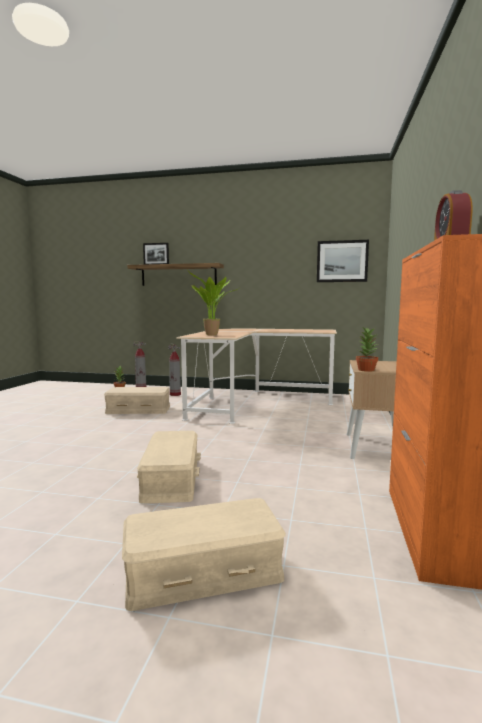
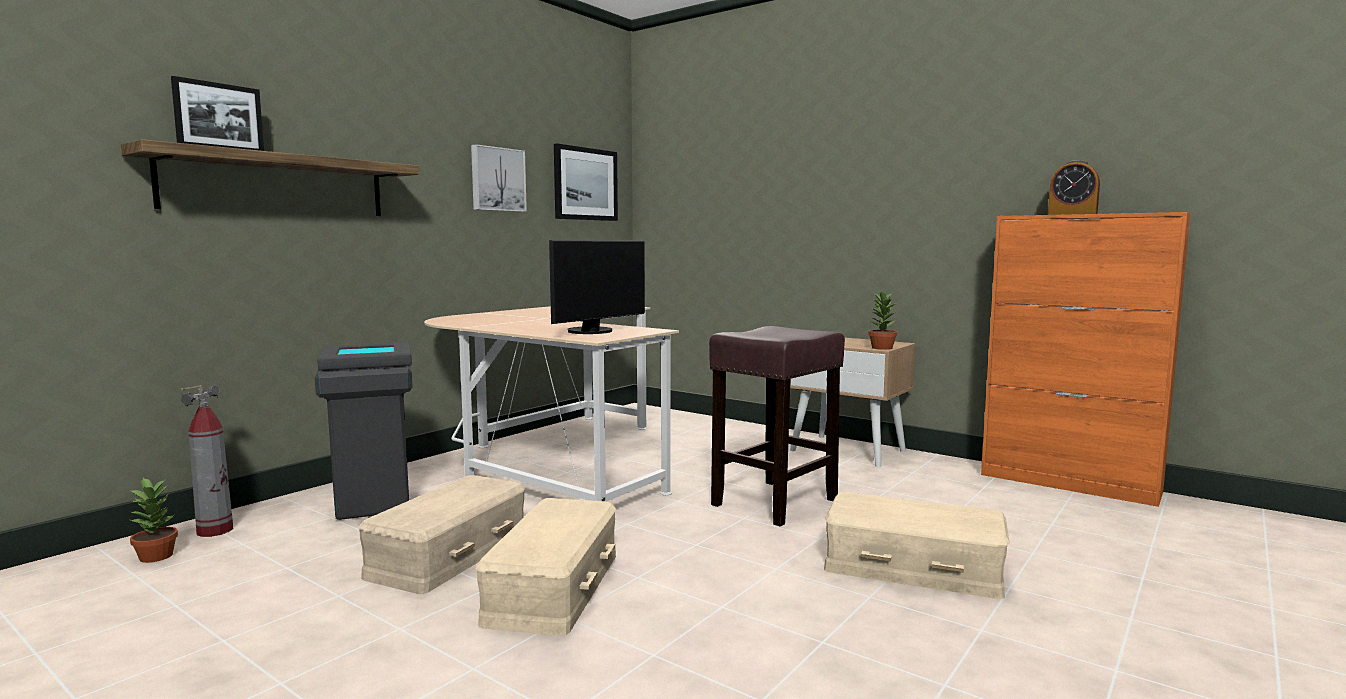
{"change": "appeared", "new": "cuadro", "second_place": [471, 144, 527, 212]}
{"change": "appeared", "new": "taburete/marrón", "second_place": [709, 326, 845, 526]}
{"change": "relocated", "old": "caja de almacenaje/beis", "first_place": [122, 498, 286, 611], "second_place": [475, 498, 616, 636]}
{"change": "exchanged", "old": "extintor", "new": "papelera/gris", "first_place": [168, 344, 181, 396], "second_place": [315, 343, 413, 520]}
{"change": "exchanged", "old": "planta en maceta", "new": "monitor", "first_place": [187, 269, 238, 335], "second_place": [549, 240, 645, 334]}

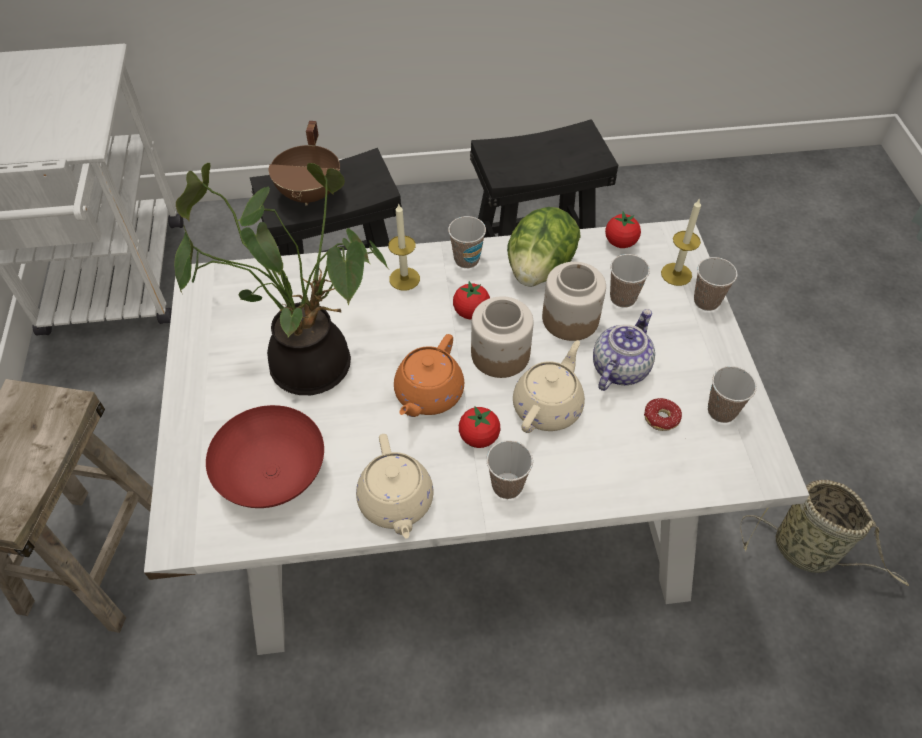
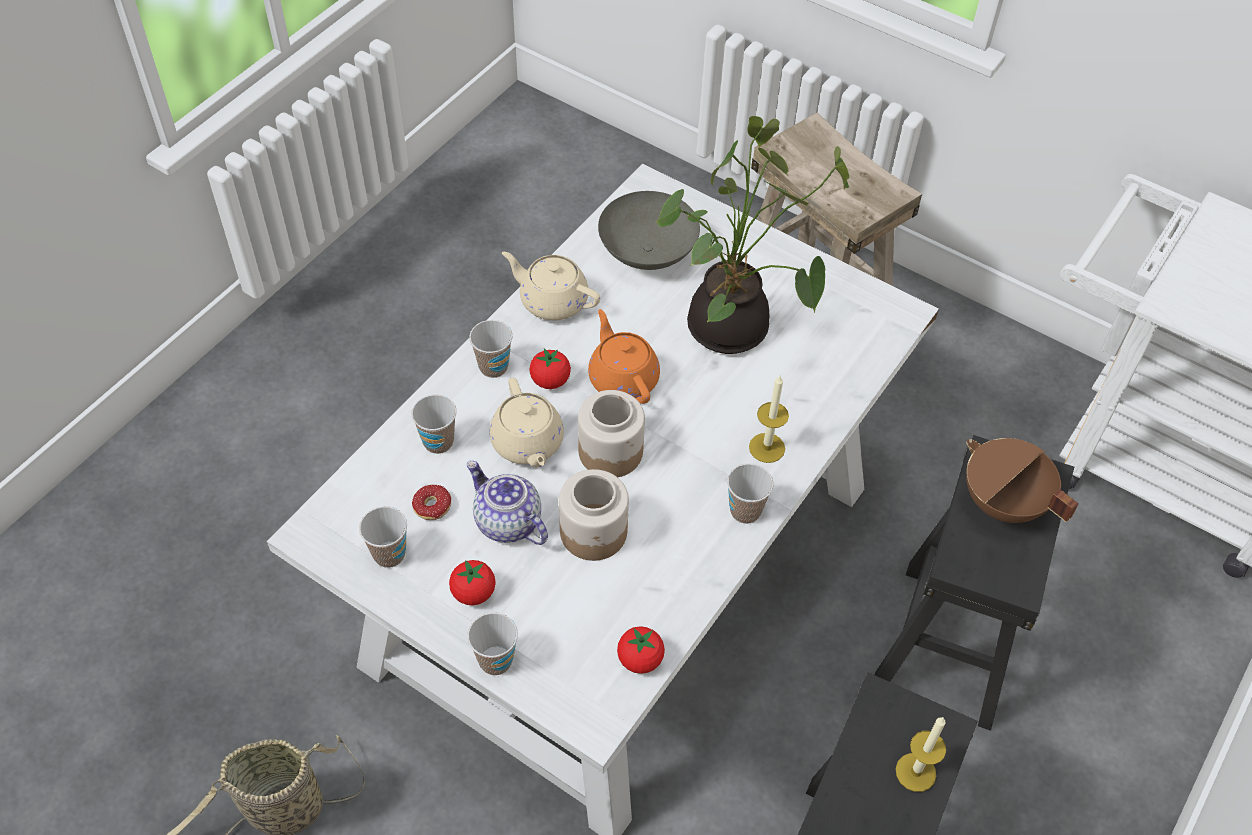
{"change": "missing", "old": "lechuga", "first_place": [507, 207, 581, 287]}
{"change": "relocated", "old": "tomate", "first_place": [453, 281, 490, 319], "second_place": [449, 560, 496, 606]}
{"change": "relocated", "old": "taza", "first_place": [610, 254, 650, 308], "second_place": [411, 394, 457, 454]}
{"change": "relocated", "old": "vela", "first_place": [661, 198, 701, 286], "second_place": [896, 717, 946, 792]}
{"change": "colour", "old": "cuenco/rojo", "new": "cuenco/gris", "first_place": [206, 405, 324, 508], "second_place": [598, 191, 700, 270]}
{"change": "spun", "old": "tetera", "first_place": [593, 309, 655, 391], "second_place": [467, 461, 548, 545], "degrees": 150}

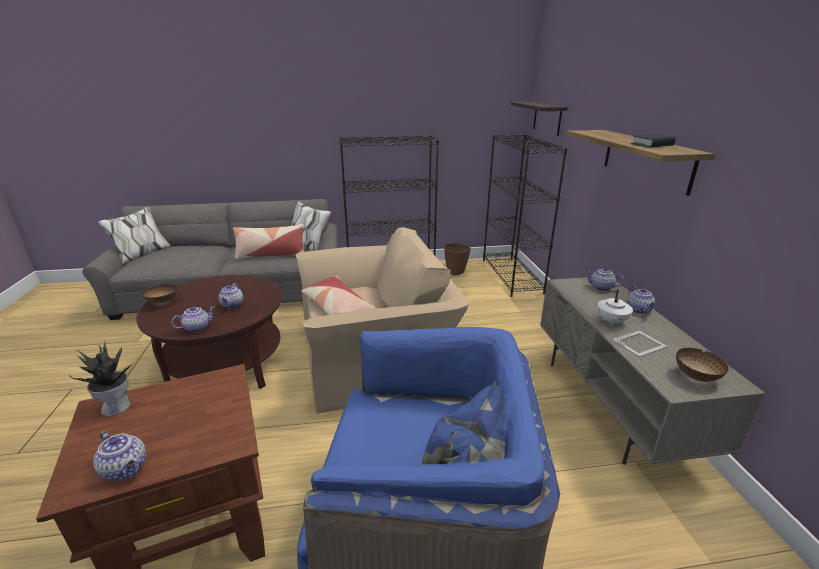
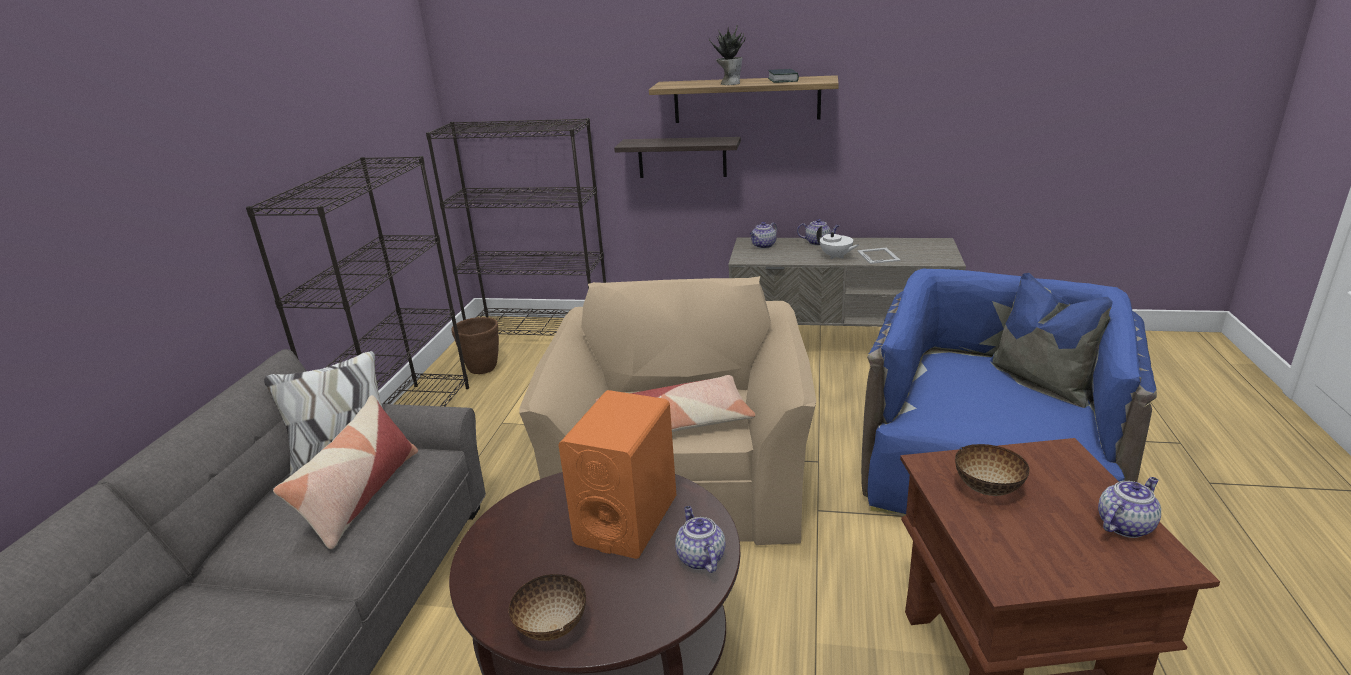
{"change": "relocated", "old": "planta en maceta", "first_place": [69, 340, 134, 416], "second_place": [709, 25, 746, 85]}
{"change": "relocated", "old": "estante", "first_place": [511, 102, 568, 136], "second_place": [614, 137, 741, 178]}
{"change": "relocated", "old": "cuenco", "first_place": [676, 348, 729, 382], "second_place": [955, 444, 1030, 496]}
{"change": "exchanged", "old": "tetera", "new": "altavoz/naranja", "first_place": [218, 283, 243, 309], "second_place": [559, 390, 676, 559]}

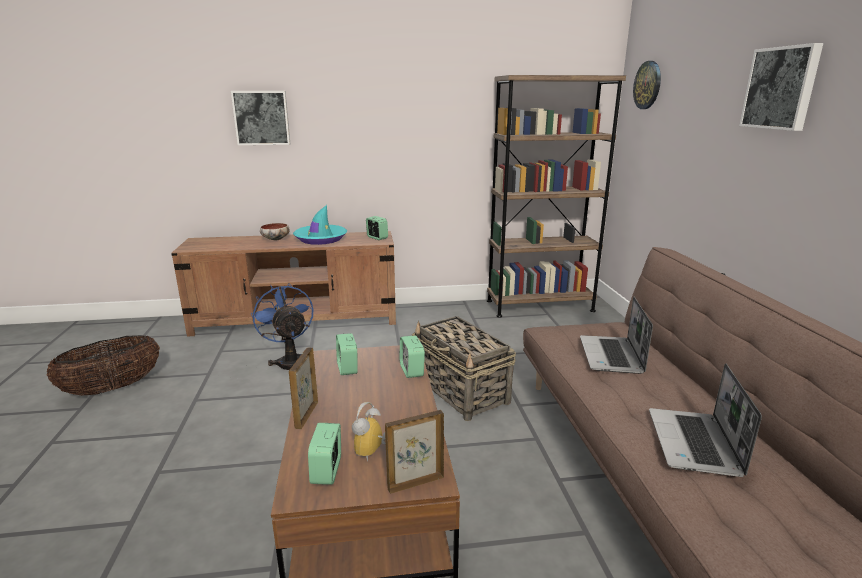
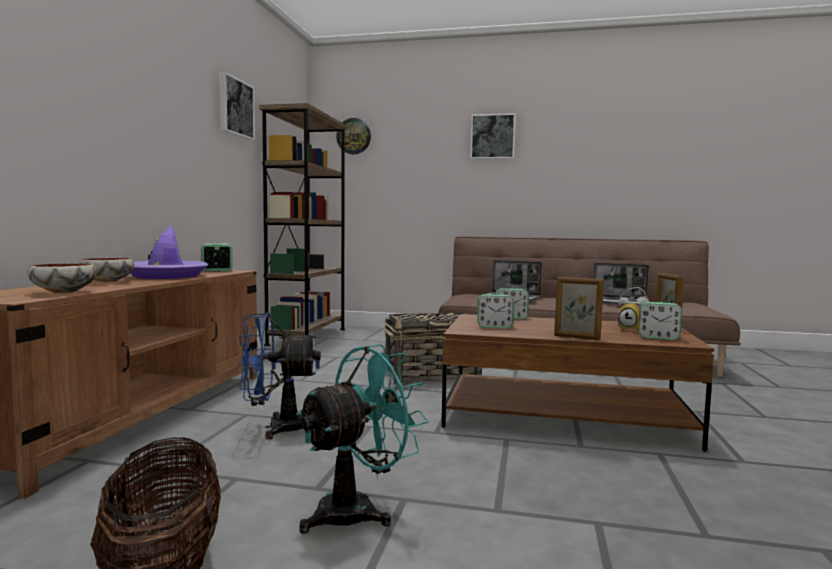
{"change": "appeared", "new": "cuenco", "second_place": [28, 263, 97, 293]}
{"change": "appeared", "new": "ventilador/turquesa", "second_place": [296, 344, 429, 534]}
{"change": "relocated", "old": "cuadro", "first_place": [231, 91, 290, 145], "second_place": [219, 72, 255, 140]}
{"change": "colour", "old": "sombrero/turquesa", "new": "sombrero/morado", "first_place": [293, 205, 347, 245], "second_place": [130, 225, 208, 279]}

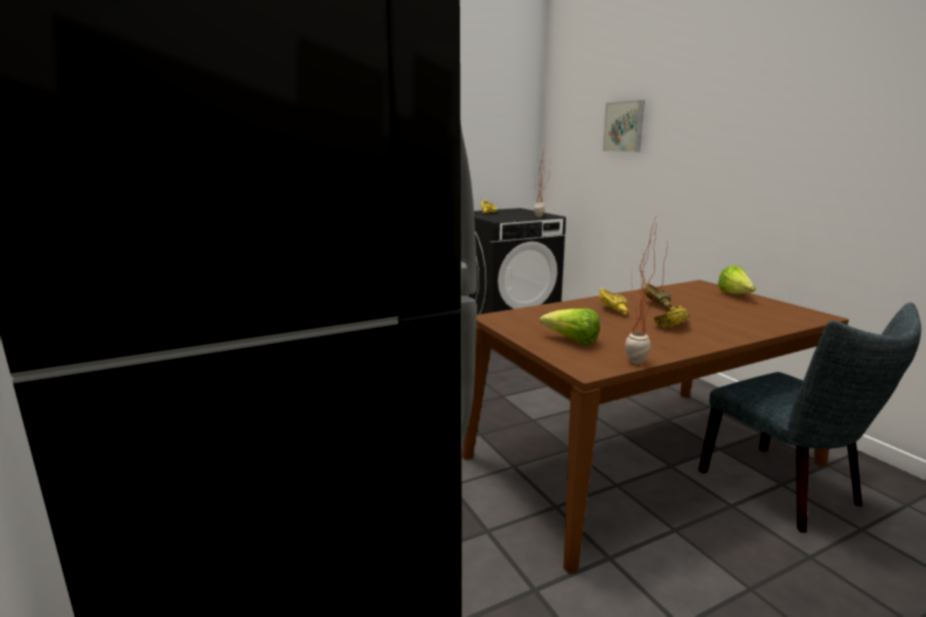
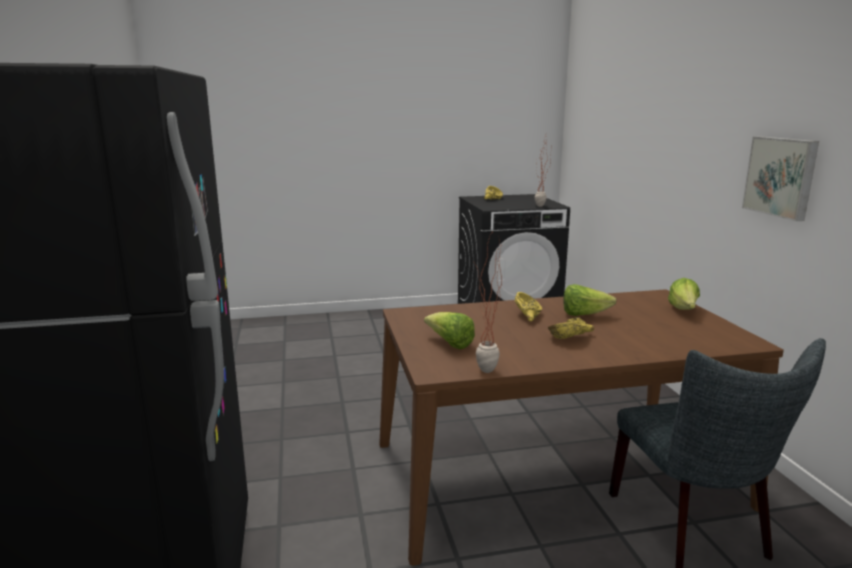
{"change": "relocated", "old": "cuadro", "first_place": [603, 100, 645, 152], "second_place": [742, 136, 819, 221]}
{"change": "exchanged", "old": "cuenco/marrón", "new": "lechuga", "first_place": [645, 283, 672, 309], "second_place": [563, 284, 617, 316]}

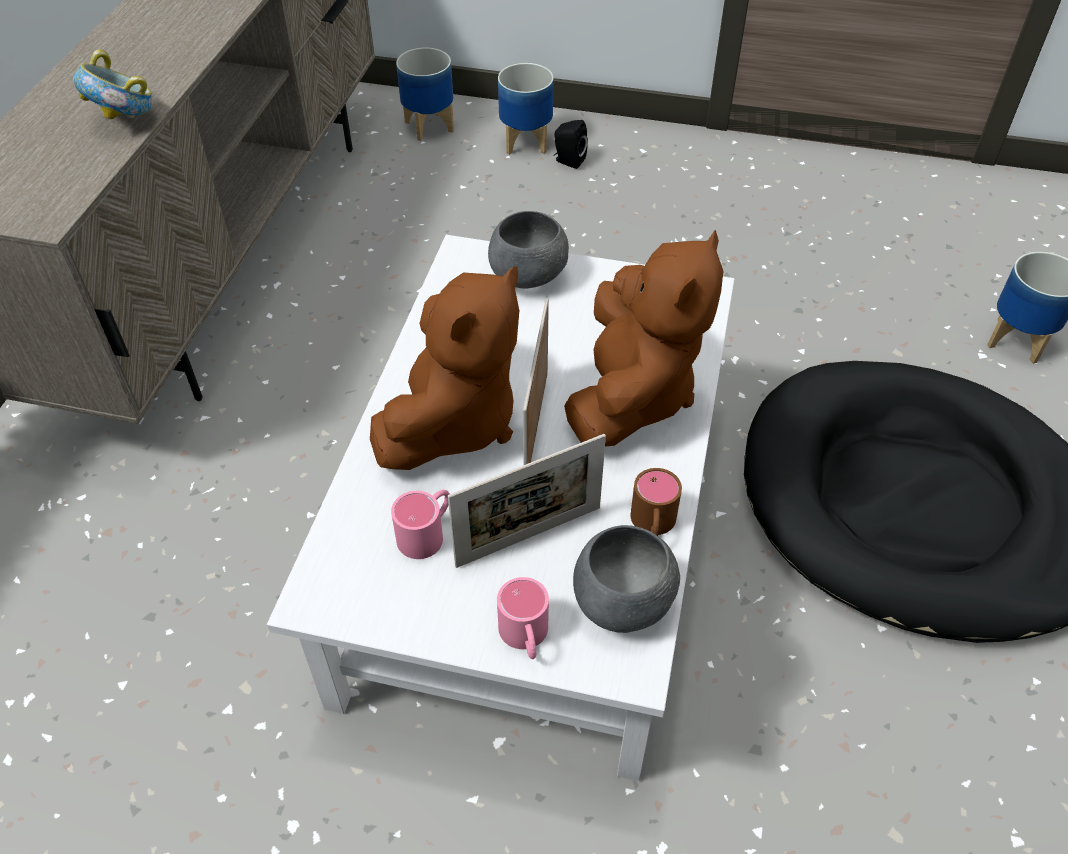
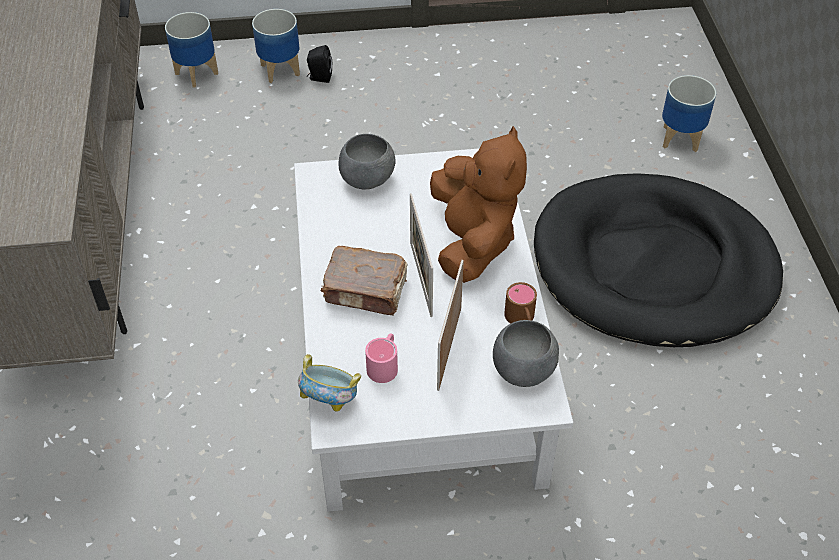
{"change": "missing", "old": "taza grande/rosa", "first_place": [497, 577, 549, 659]}
{"change": "relocated", "old": "cuenco", "first_place": [73, 49, 152, 119], "second_place": [298, 354, 361, 412]}
{"change": "exchanged", "old": "peluche/marrón", "new": "libro/marrón", "first_place": [370, 266, 519, 470], "second_place": [321, 245, 408, 316]}
{"change": "spun", "old": "portarretratos", "first_place": [448, 434, 606, 568], "second_place": [437, 260, 464, 391], "degrees": 150}

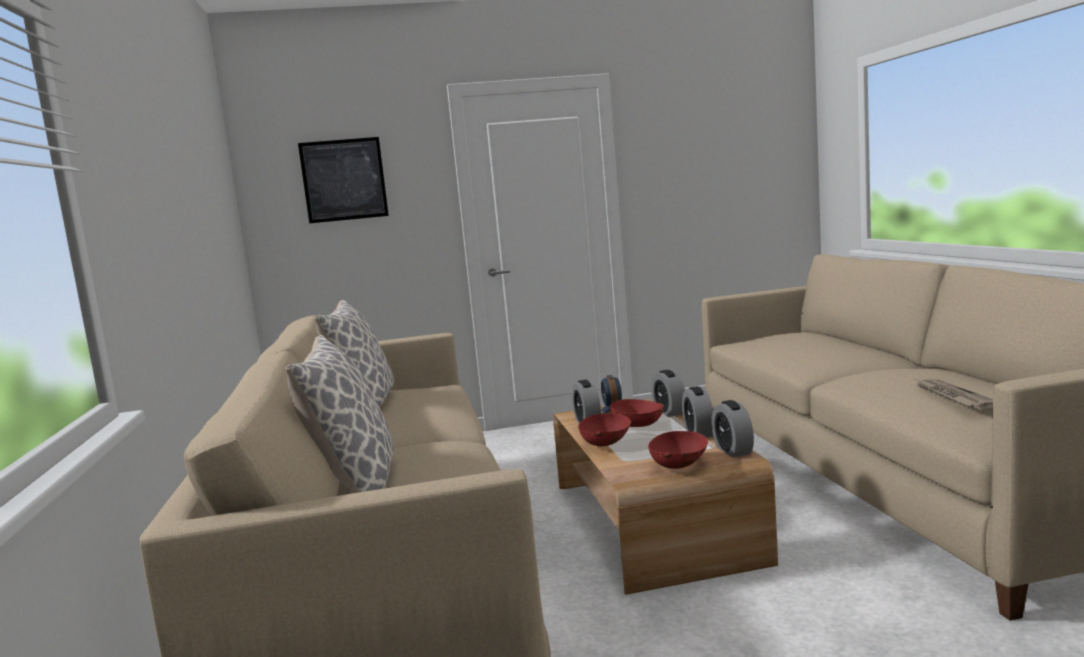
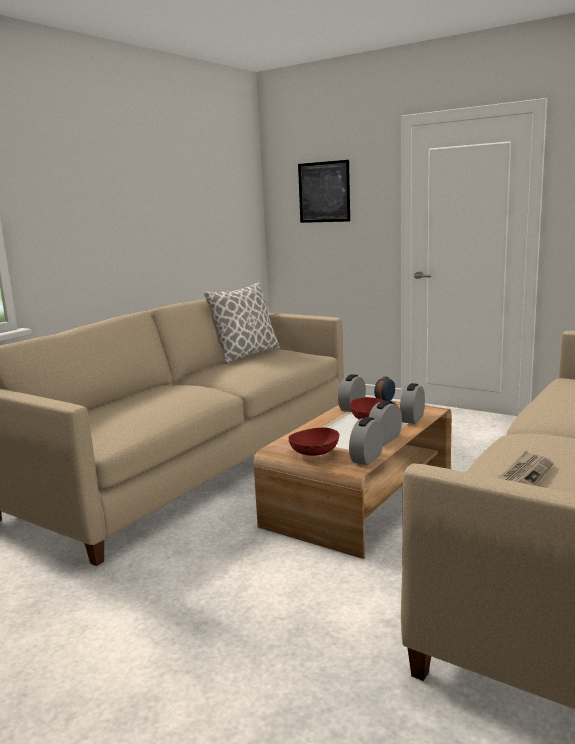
{"change": "missing", "old": "cojín", "first_place": [285, 335, 393, 493]}
{"change": "missing", "old": "cuenco/rojo", "first_place": [578, 413, 631, 446]}

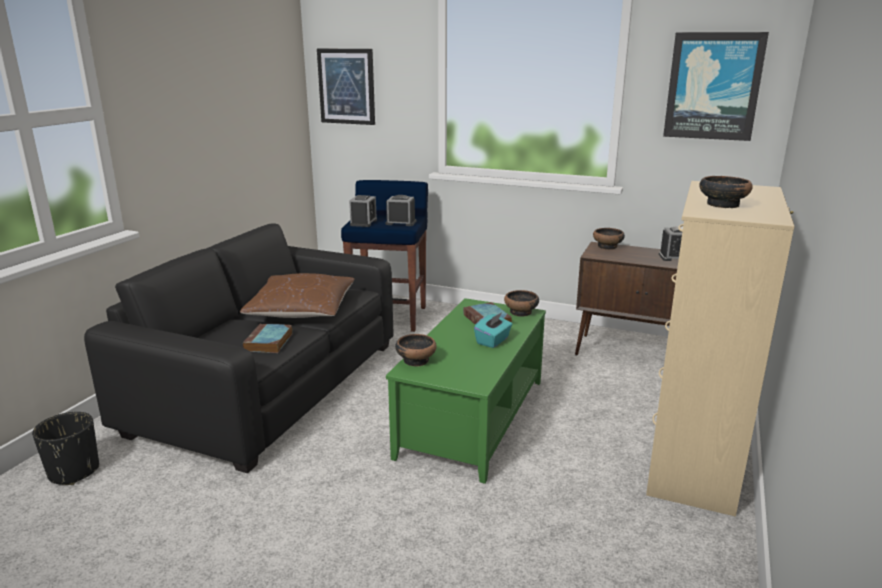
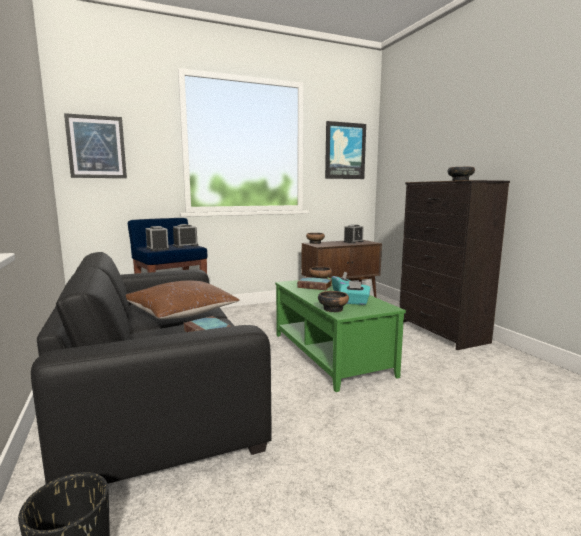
{"change": "appeared", "new": "caja de pañuelos/turquesa", "second_place": [340, 281, 370, 305]}
{"change": "colour", "old": "cómoda/beis", "new": "cómoda/negro", "first_place": [646, 181, 795, 517], "second_place": [399, 180, 510, 350]}

